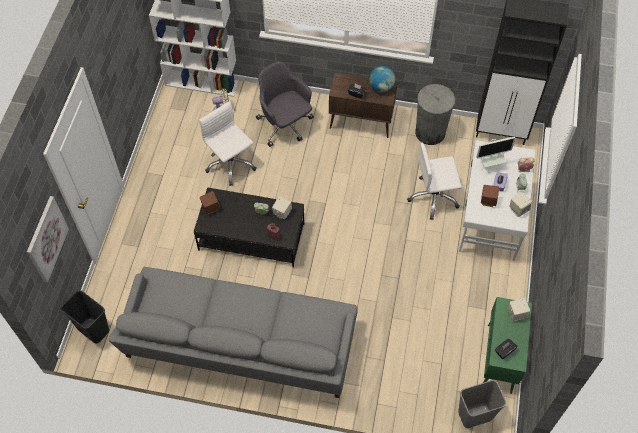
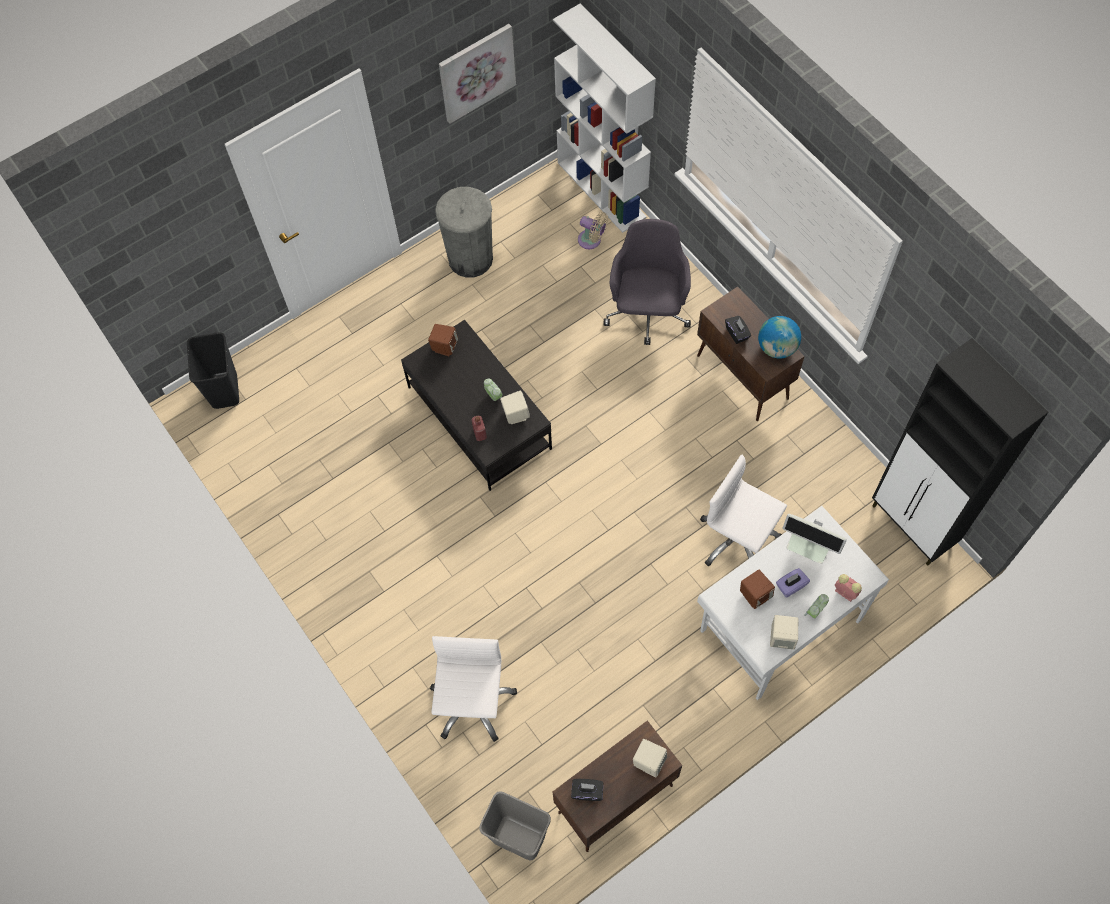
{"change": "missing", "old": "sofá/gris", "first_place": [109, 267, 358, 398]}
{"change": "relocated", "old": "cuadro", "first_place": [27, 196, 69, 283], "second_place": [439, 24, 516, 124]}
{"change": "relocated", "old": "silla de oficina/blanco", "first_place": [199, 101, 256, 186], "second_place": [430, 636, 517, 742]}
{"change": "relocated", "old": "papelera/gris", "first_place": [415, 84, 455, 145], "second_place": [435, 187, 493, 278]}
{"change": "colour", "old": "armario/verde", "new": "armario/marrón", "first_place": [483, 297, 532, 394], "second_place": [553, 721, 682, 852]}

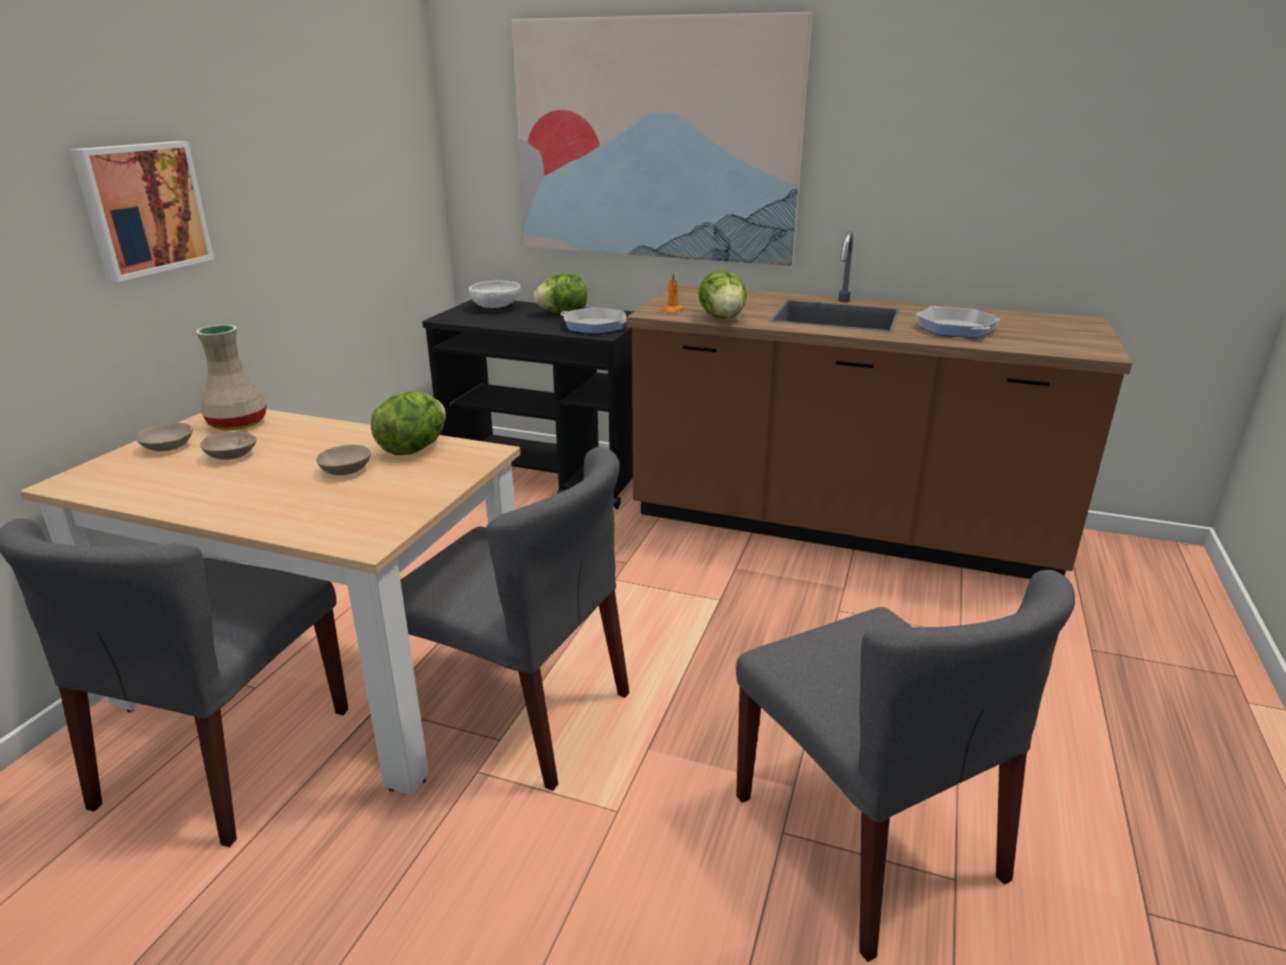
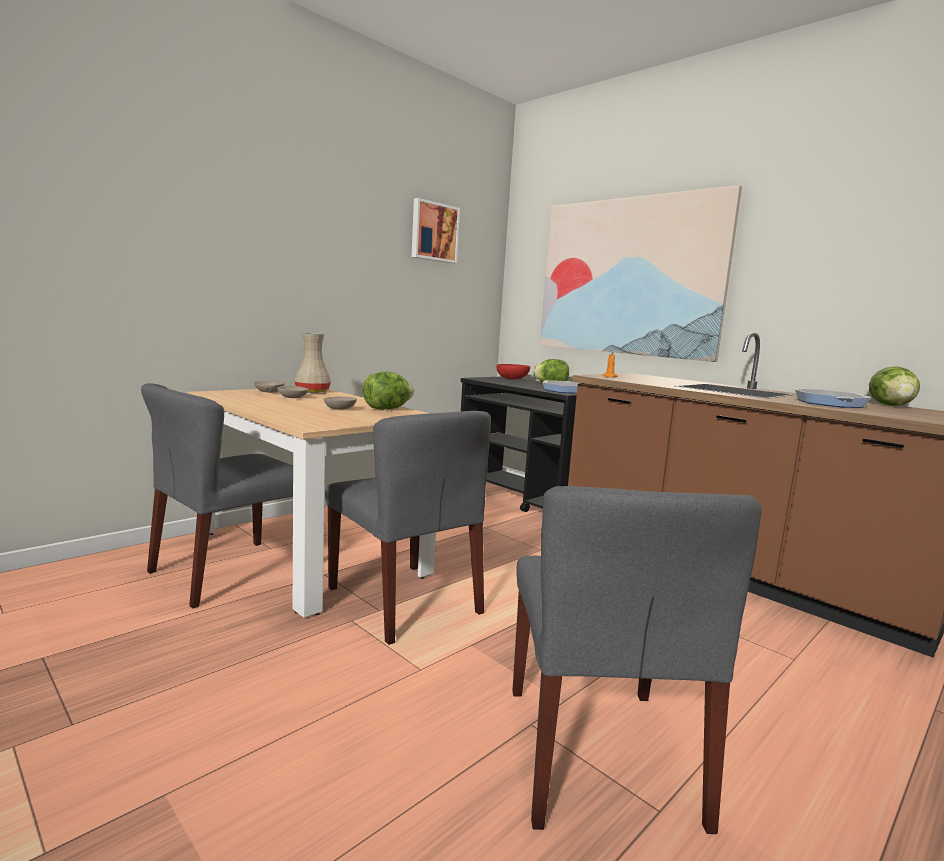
{"change": "relocated", "old": "cuadro", "first_place": [70, 141, 214, 282], "second_place": [412, 198, 460, 263]}
{"change": "relocated", "old": "lechuga", "first_place": [698, 270, 747, 319], "second_place": [869, 367, 920, 406]}
{"change": "colour", "old": "cuenco/blanco", "new": "cuenco/rojo", "first_place": [469, 281, 521, 308], "second_place": [496, 364, 530, 380]}

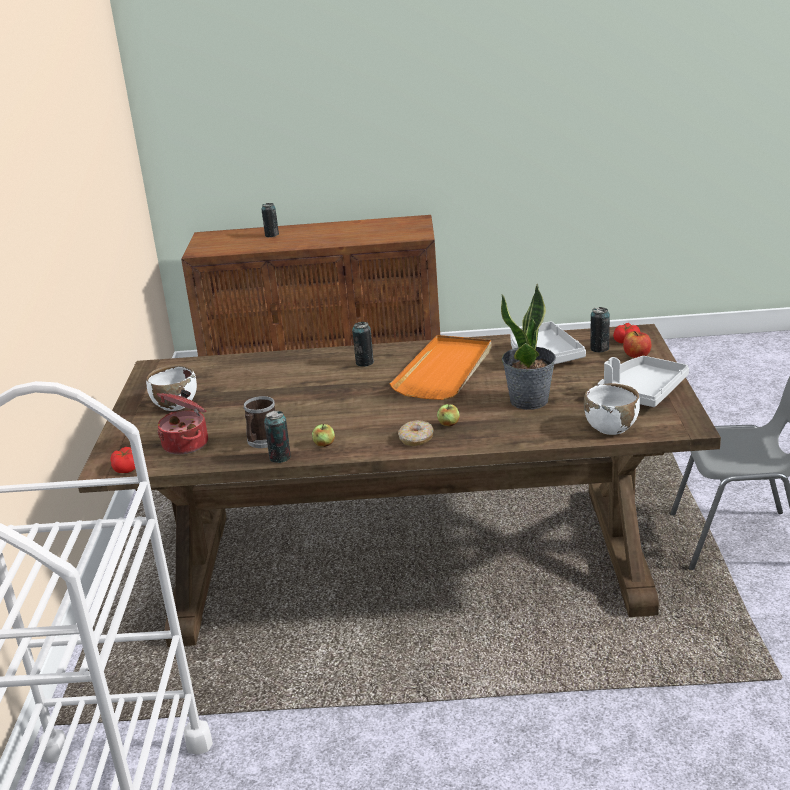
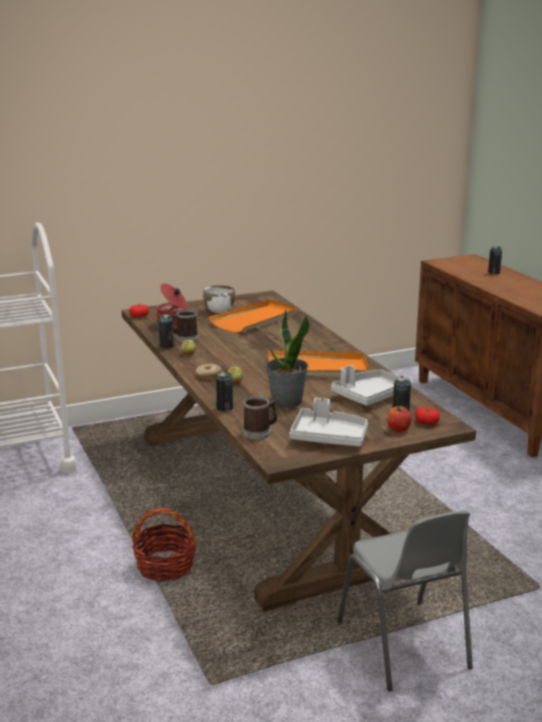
{"change": "appeared", "new": "cesta", "second_place": [132, 507, 197, 582]}
{"change": "appeared", "new": "bandeja/naranja", "second_place": [209, 299, 299, 333]}
{"change": "relocated", "old": "lata", "first_place": [352, 322, 374, 367], "second_place": [216, 371, 233, 411]}
{"change": "exchanged", "old": "cuenco/blanco", "new": "taza grande", "first_place": [584, 383, 640, 435], "second_place": [243, 396, 277, 439]}

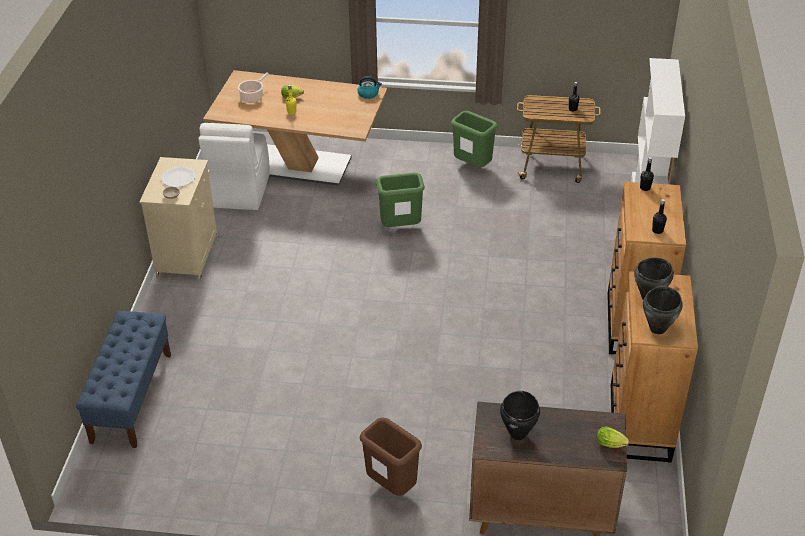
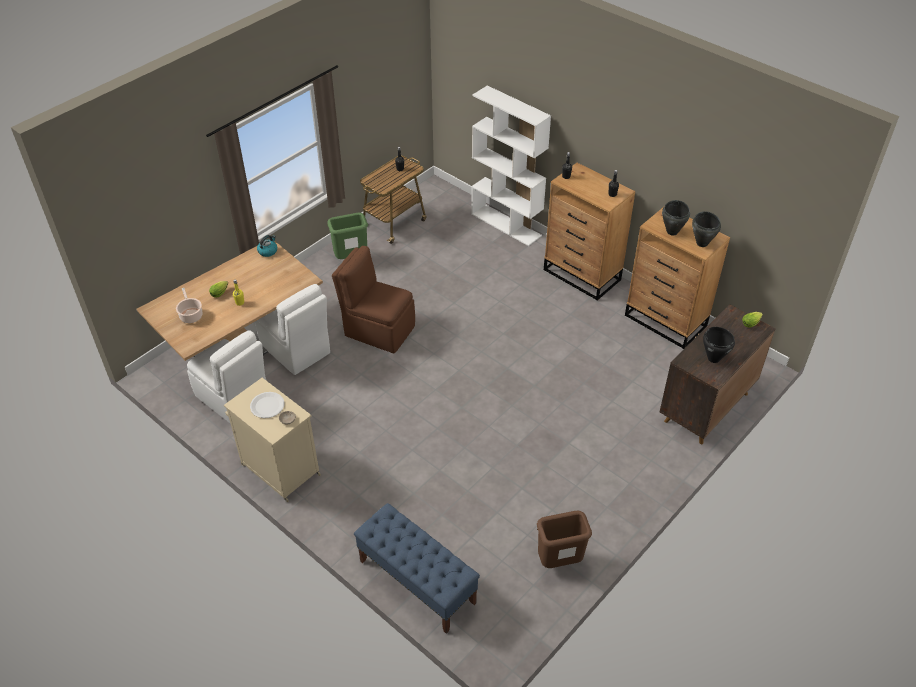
{"change": "appeared", "new": "silla/blanco", "second_place": [255, 284, 330, 375]}
{"change": "relocated", "old": "papelera/marrón", "first_place": [360, 417, 422, 496], "second_place": [537, 511, 592, 568]}
{"change": "exchanged", "old": "papelera/verde", "new": "silla/marrón", "first_place": [376, 173, 425, 227], "second_place": [332, 246, 415, 353]}

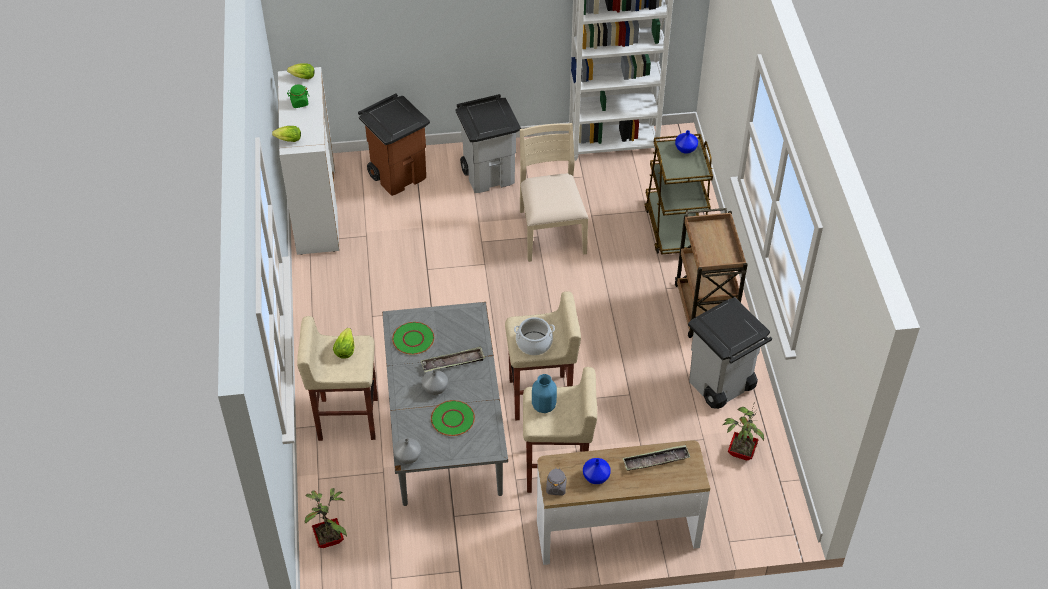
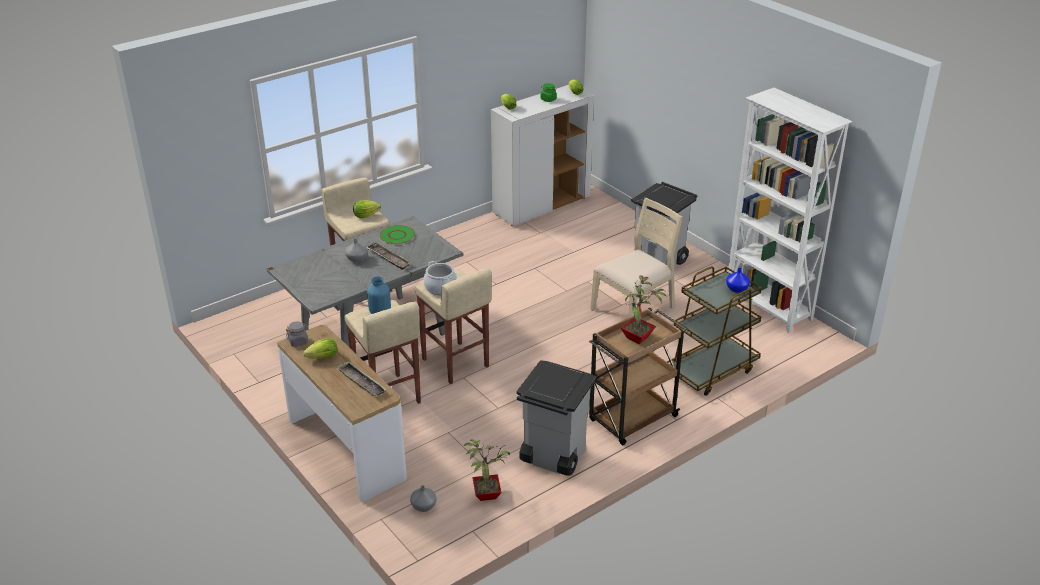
{"change": "missing", "old": "papelera/marrón", "first_place": [358, 94, 430, 196]}
{"change": "missing", "old": "plato/verde", "first_place": [431, 400, 475, 436]}
{"change": "relocated", "old": "planta en maceta", "first_place": [305, 488, 347, 548], "second_place": [621, 276, 667, 344]}
{"change": "relocated", "old": "florero/gris", "first_place": [394, 438, 421, 464], "second_place": [410, 485, 436, 512]}
{"change": "exchanged", "old": "florero/azul", "new": "lechuga", "first_place": [583, 458, 611, 484], "second_place": [303, 338, 337, 358]}

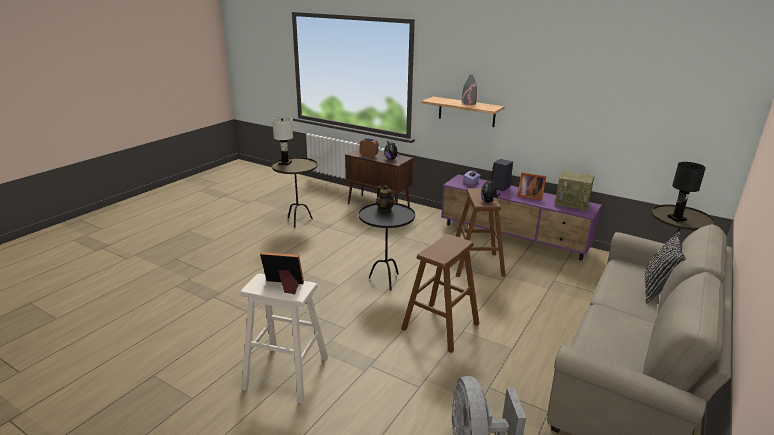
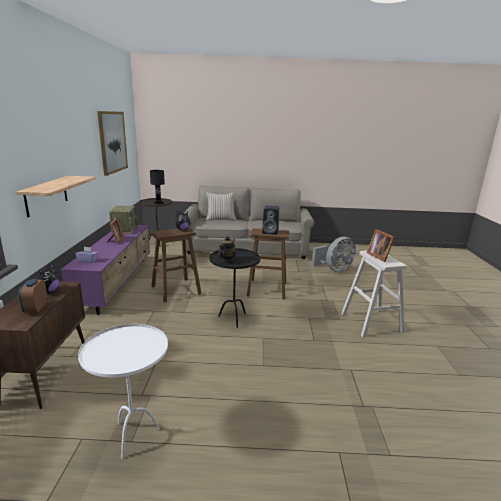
{"change": "missing", "old": "lámpara de mesa/blanco", "first_place": [272, 117, 293, 165]}
{"change": "missing", "old": "florero/gris", "first_place": [462, 75, 477, 105]}
{"change": "appeared", "new": "cuadro", "second_place": [97, 111, 128, 176]}
{"change": "relocated", "old": "altavoz/negro", "first_place": [490, 159, 513, 191], "second_place": [262, 205, 279, 235]}
{"change": "colour", "old": "mesa auxiliar/marrón", "new": "mesa auxiliar/blanco", "first_place": [272, 157, 318, 228], "second_place": [78, 324, 168, 459]}
{"change": "colour", "old": "cojín/negro", "new": "cojín/beis", "first_place": [645, 232, 686, 303], "second_place": [206, 192, 236, 221]}

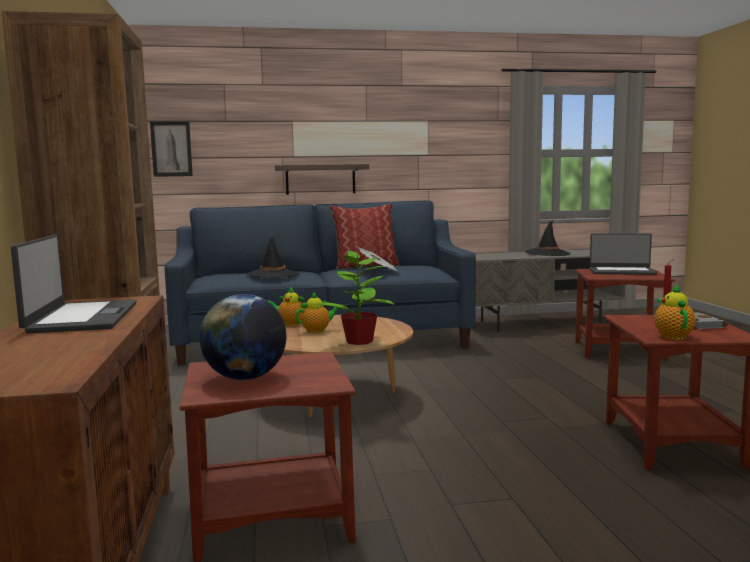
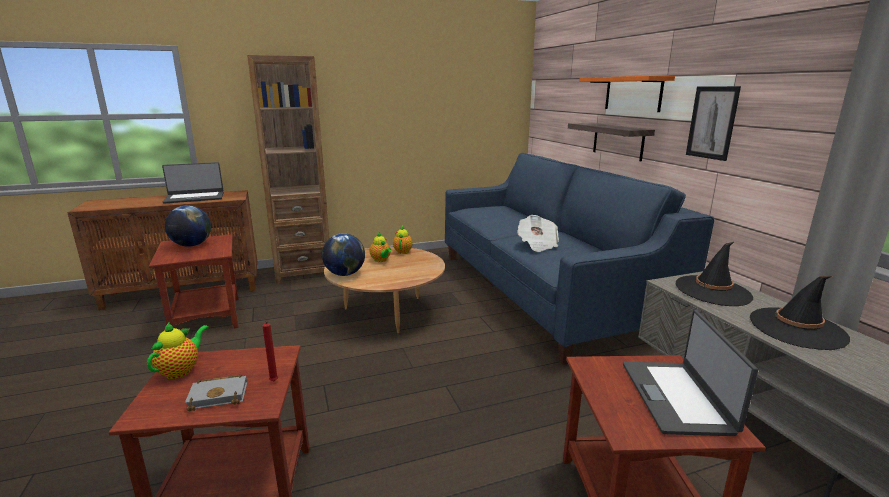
{"change": "missing", "old": "cojín", "first_place": [329, 203, 399, 270]}
{"change": "appeared", "new": "estante/naranja", "second_place": [579, 76, 675, 112]}
{"change": "relocated", "old": "cuadro", "first_place": [150, 122, 193, 177], "second_place": [686, 86, 741, 161]}
{"change": "relocated", "old": "sombrero/negro", "first_place": [247, 235, 300, 278], "second_place": [675, 242, 753, 306]}
{"change": "exchanged", "old": "planta en maceta", "new": "globo terráqueo", "first_place": [316, 249, 395, 345], "second_place": [322, 233, 365, 276]}
{"change": "spun", "old": "tetera", "first_place": [654, 284, 696, 340], "second_place": [147, 322, 209, 379], "degrees": -60}

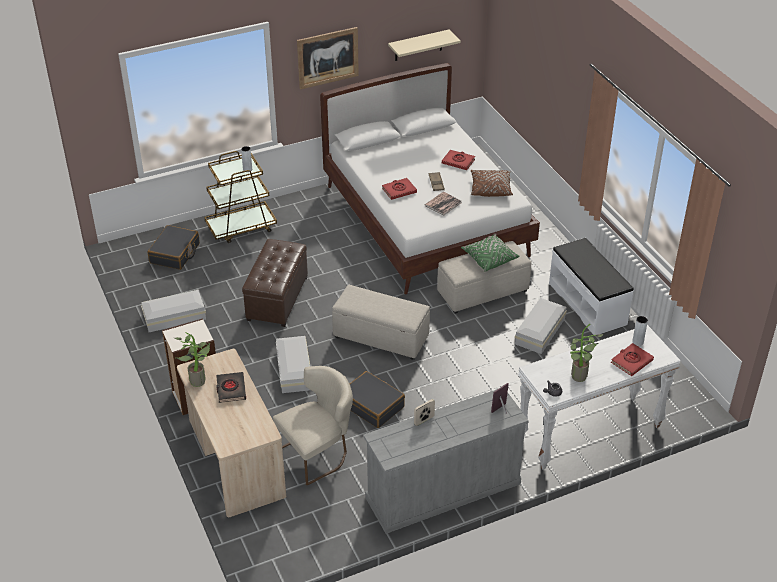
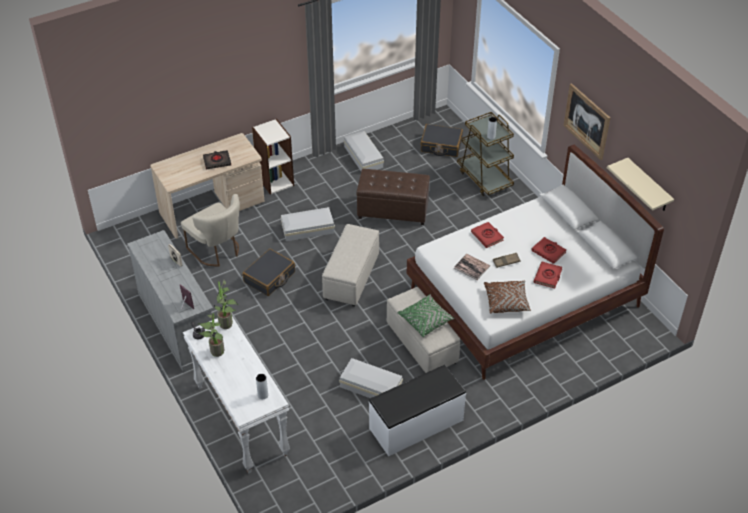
{"change": "relocated", "old": "planta en maceta", "first_place": [175, 332, 210, 387], "second_place": [214, 280, 239, 329]}
{"change": "relocated", "old": "libro/rojo", "first_place": [611, 343, 654, 376], "second_place": [531, 237, 566, 264]}

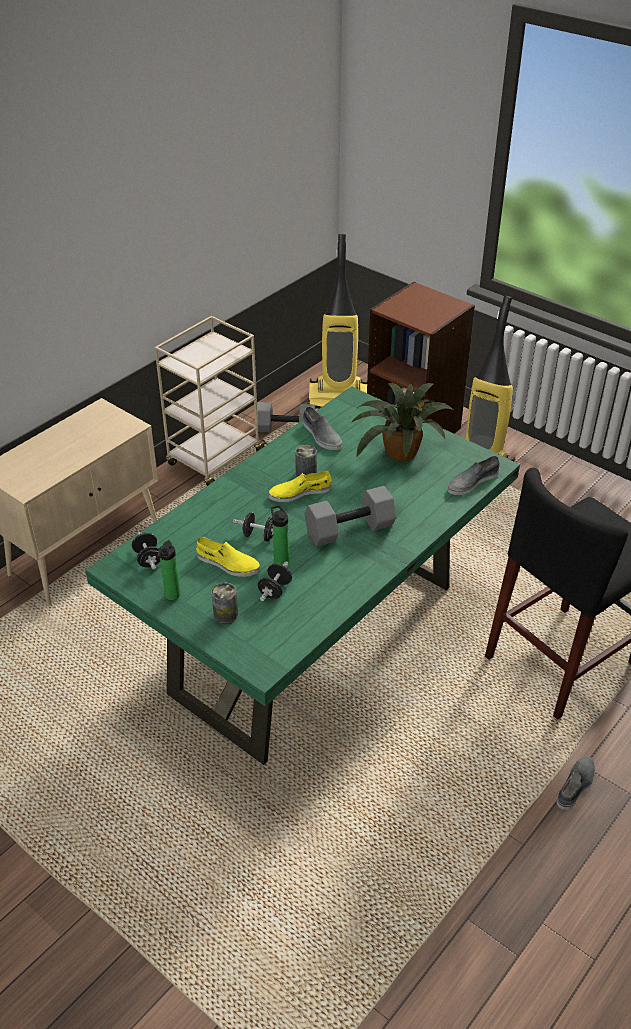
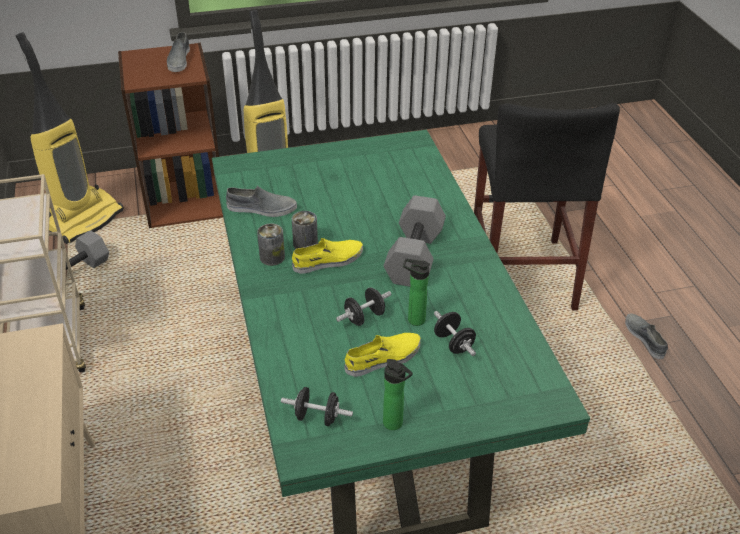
{"change": "missing", "old": "planta en maceta", "first_place": [351, 383, 454, 461]}
{"change": "relocated", "old": "lata", "first_place": [211, 582, 238, 623], "second_place": [257, 223, 285, 266]}
{"change": "relocated", "old": "zapato/gris", "first_place": [448, 456, 500, 495], "second_place": [167, 32, 190, 72]}
{"change": "spun", "old": "zapato/amarillo", "first_place": [269, 471, 332, 502], "second_place": [292, 238, 363, 274], "degrees": -135}

